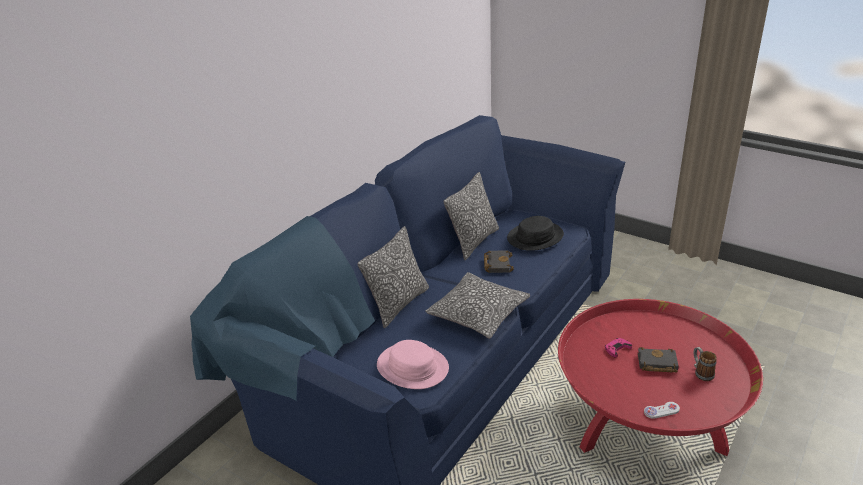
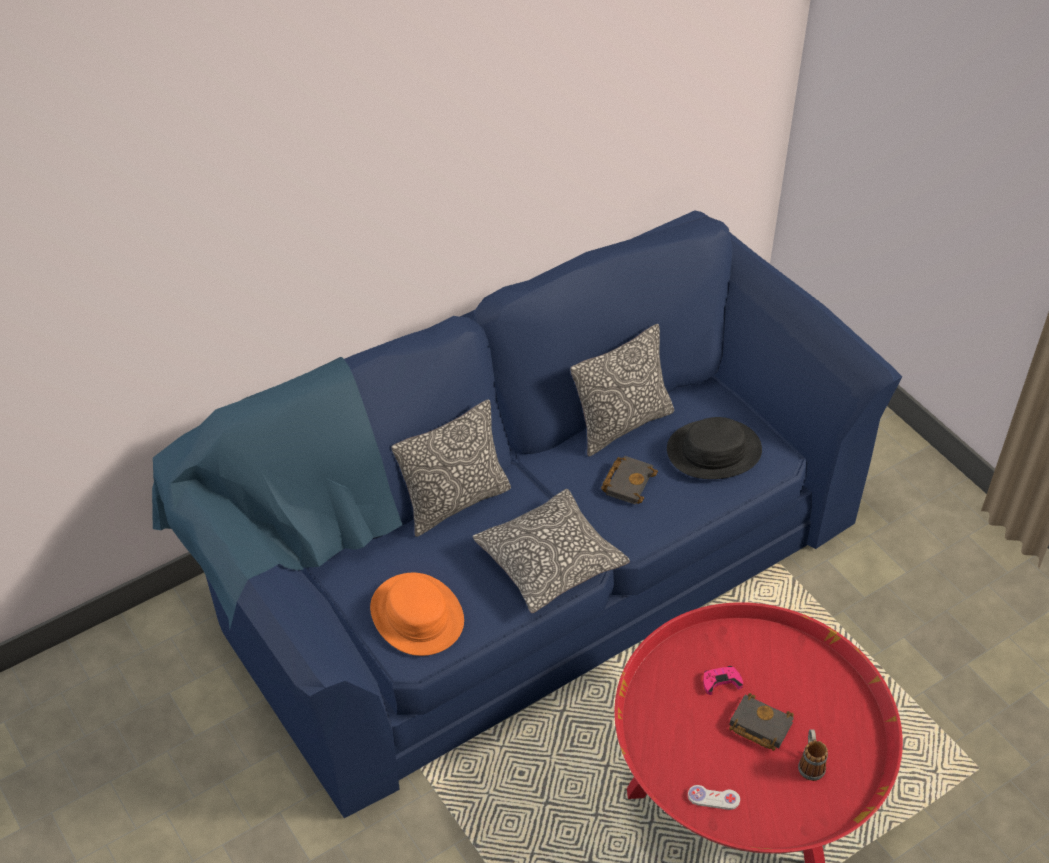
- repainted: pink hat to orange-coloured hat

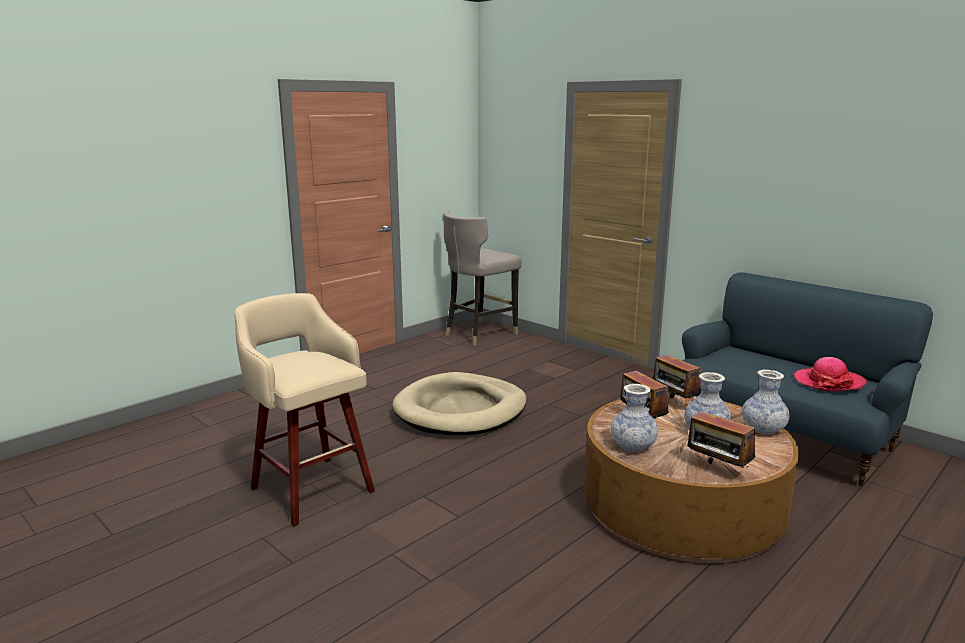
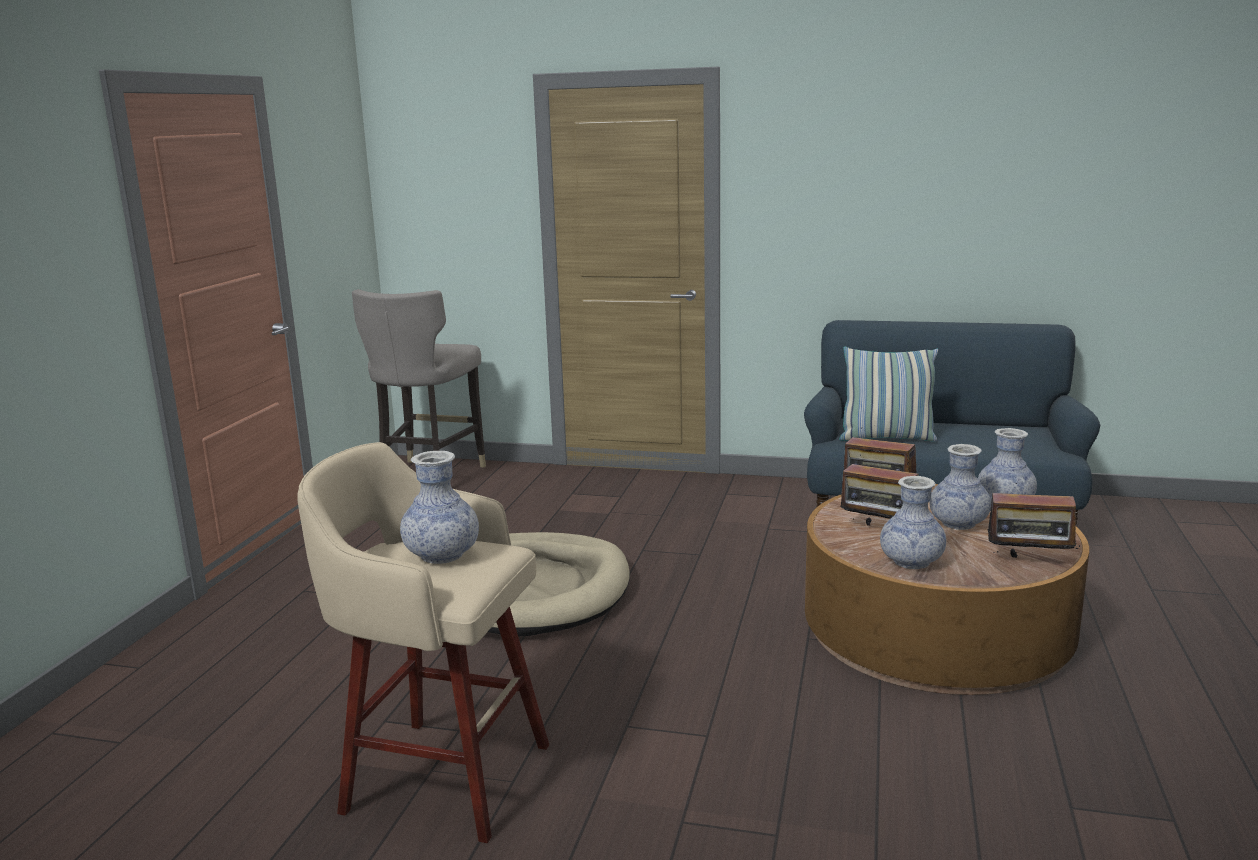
- gone: hat
- new: vase (no. 1 from left)
- new: throw pillow

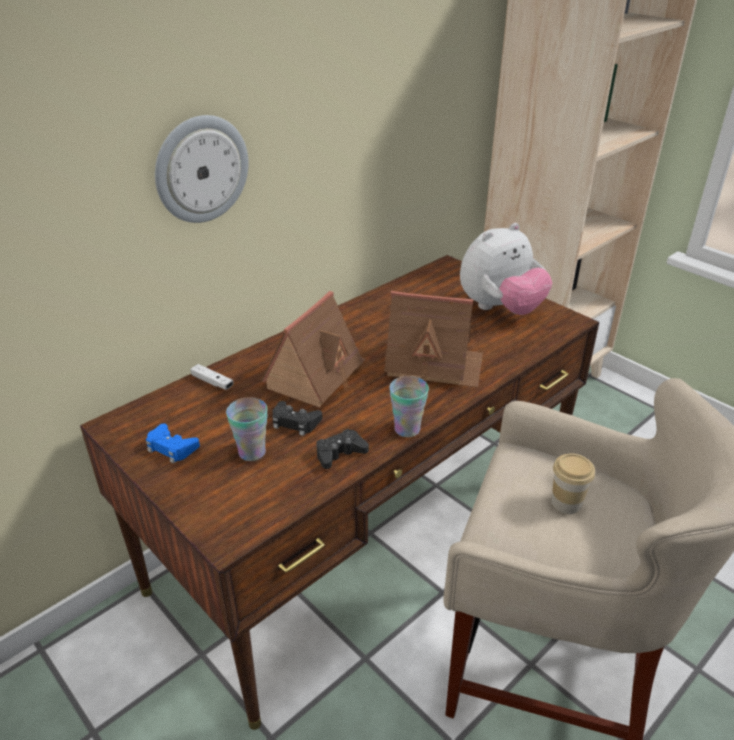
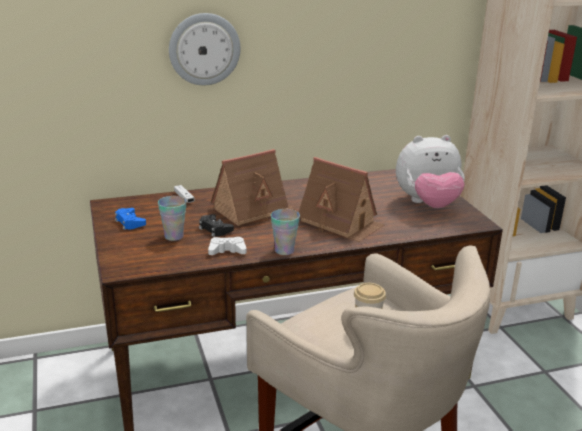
- repainted: black-coloured game controller (no. 2 from left) to white-coloured game controller (no. 2 from left)

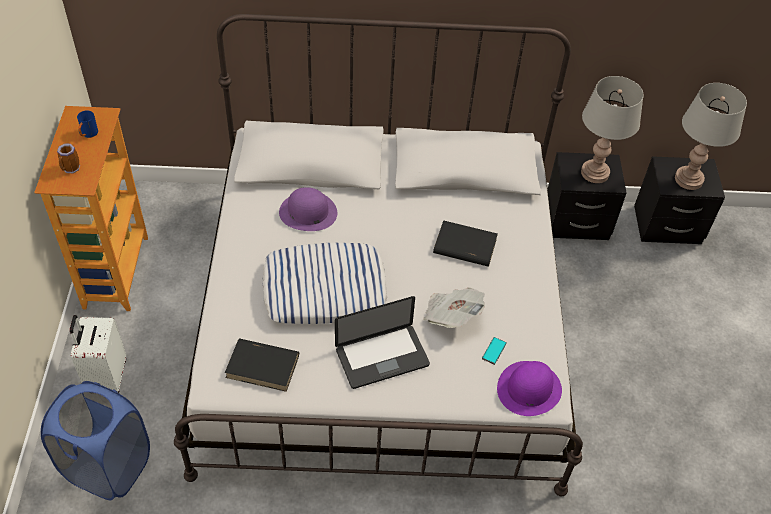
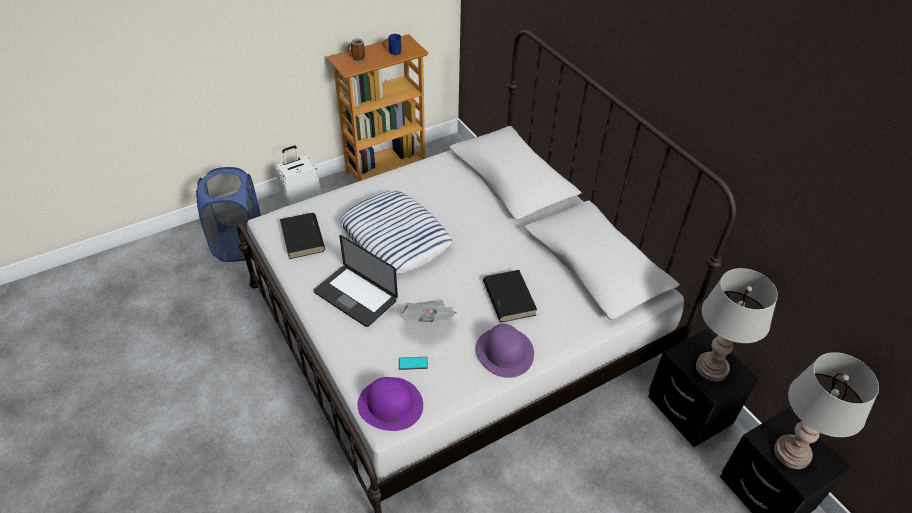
- shifted: purple-coloured hat (no. 1 from left in the first image) to purple-coloured hat (no. 2 from left)

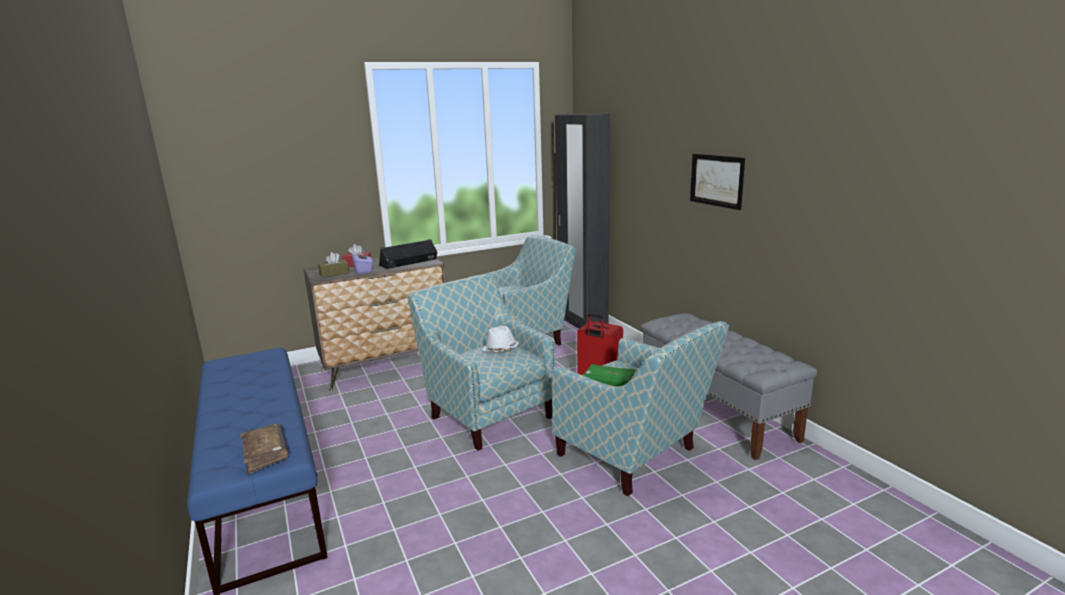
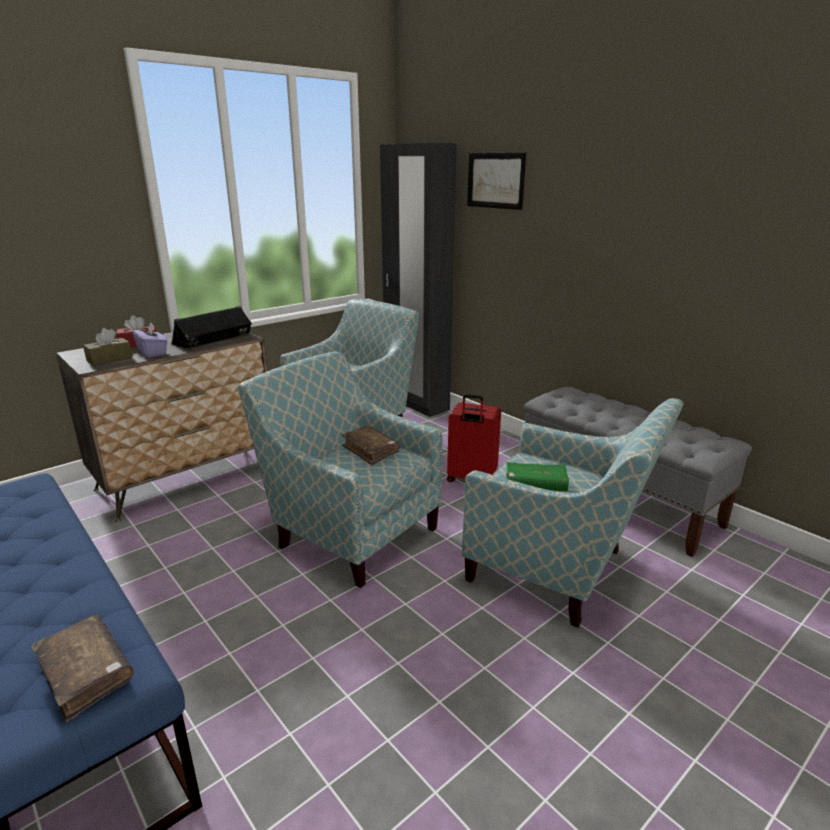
- swapped: white-coloured hat to brown bound book (no. 2 from left)
- shifted: wall art

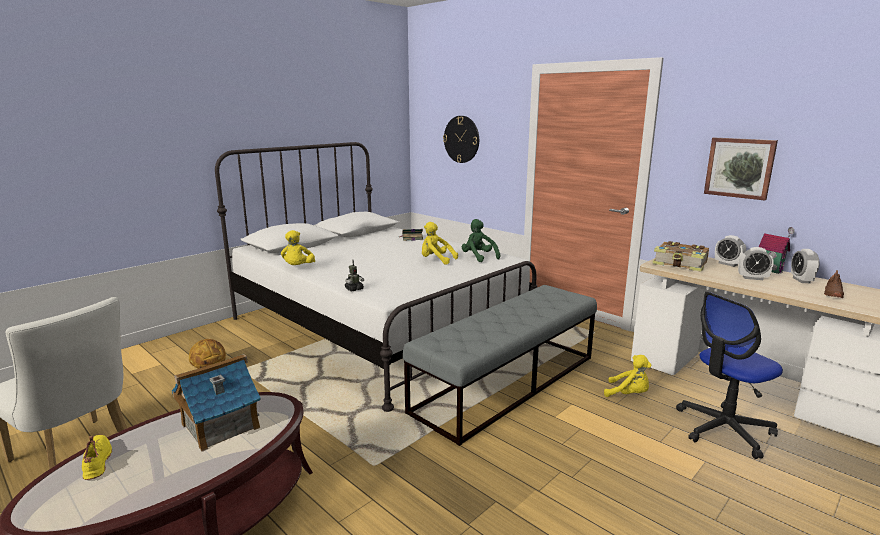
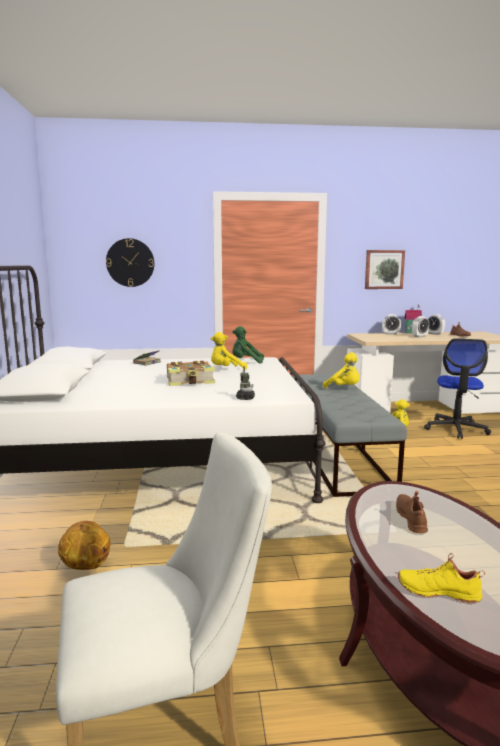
- swapped: toy house (no. 1 from left) to brown low shoe (no. 1 from left)
- shifted: yellow-coloured plush toy (no. 1 from left in the first image) to yellow-coloured plush toy (no. 2 from left)
- shifted: bound book (no. 2 from left)

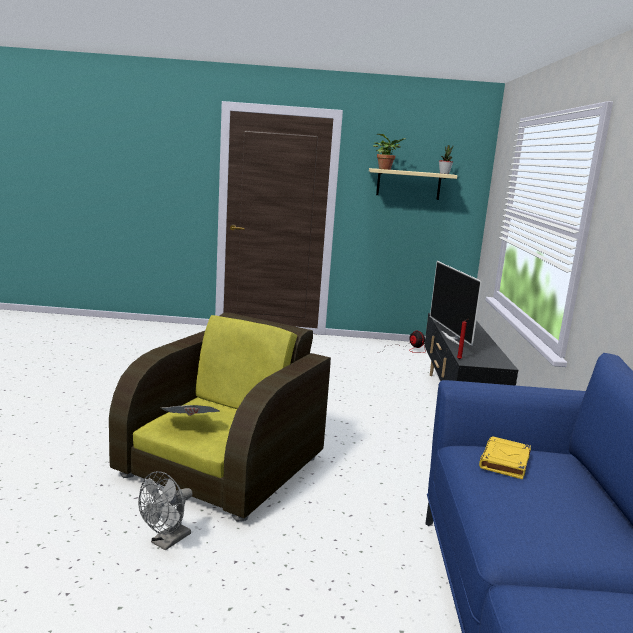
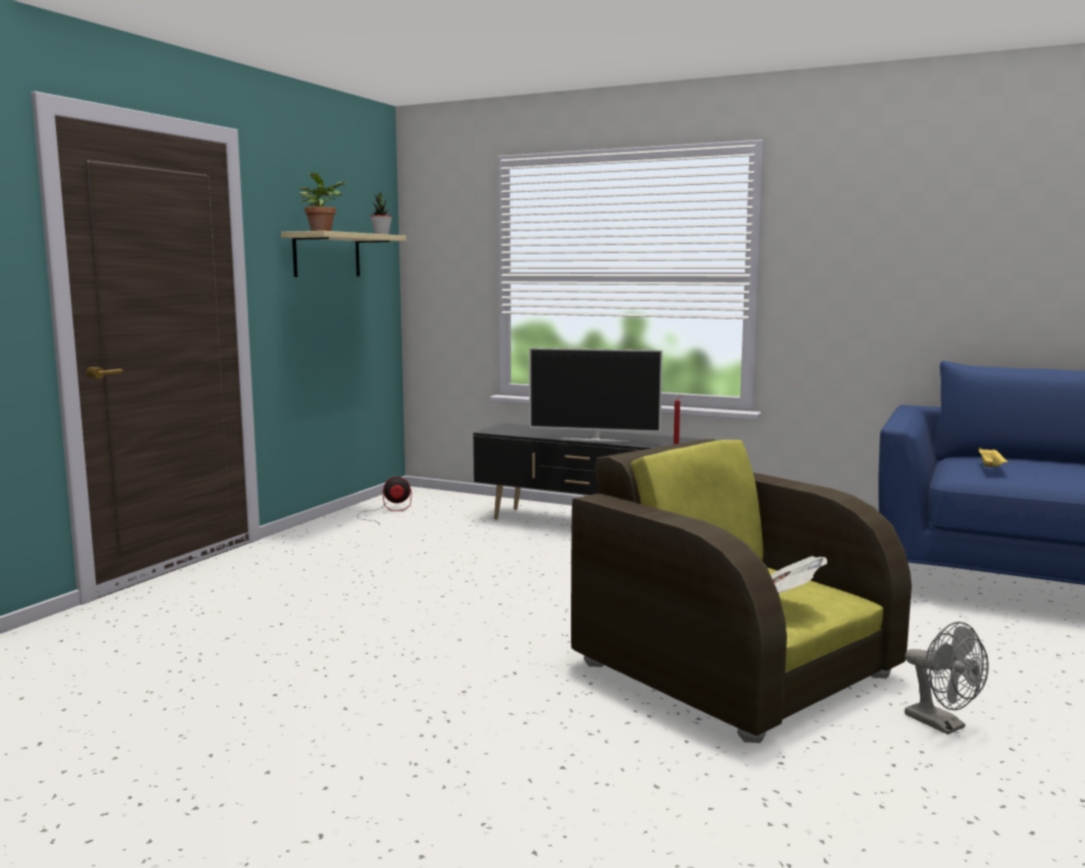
- swapped: yellow-coloured bound book to yellow-coloured carrying tray

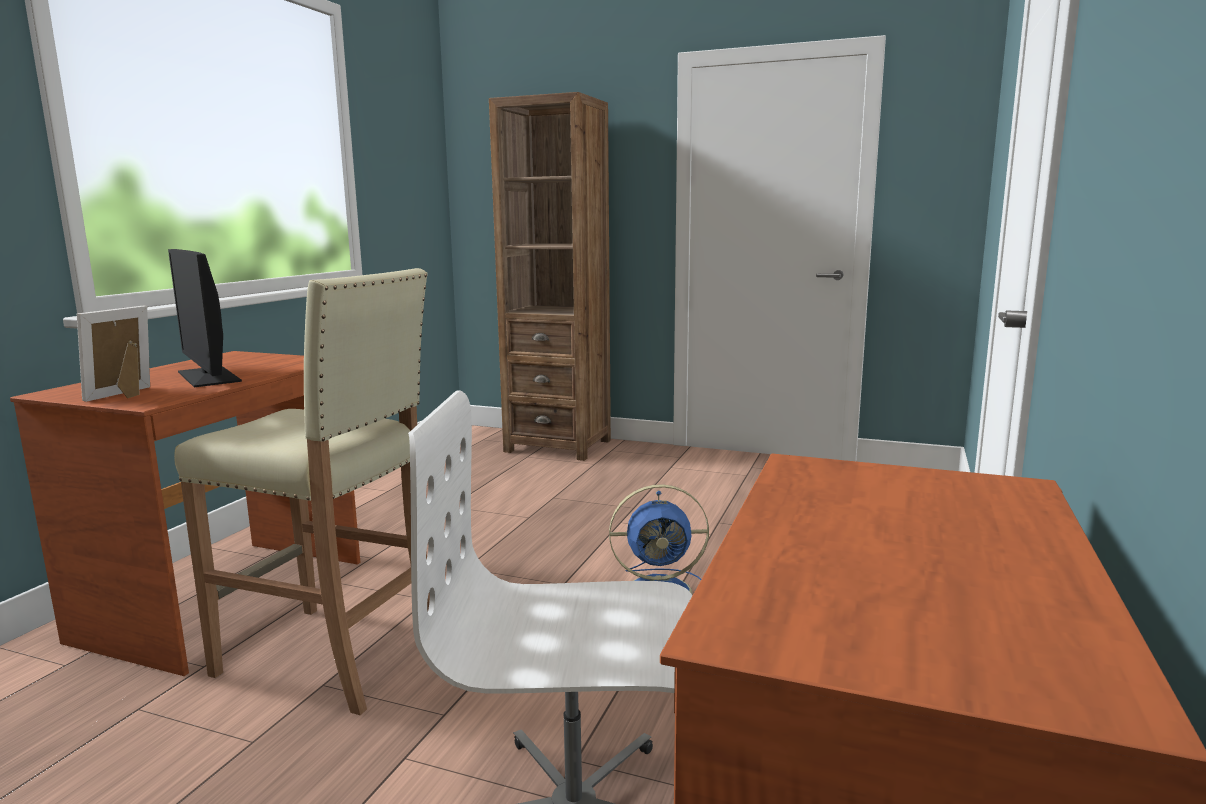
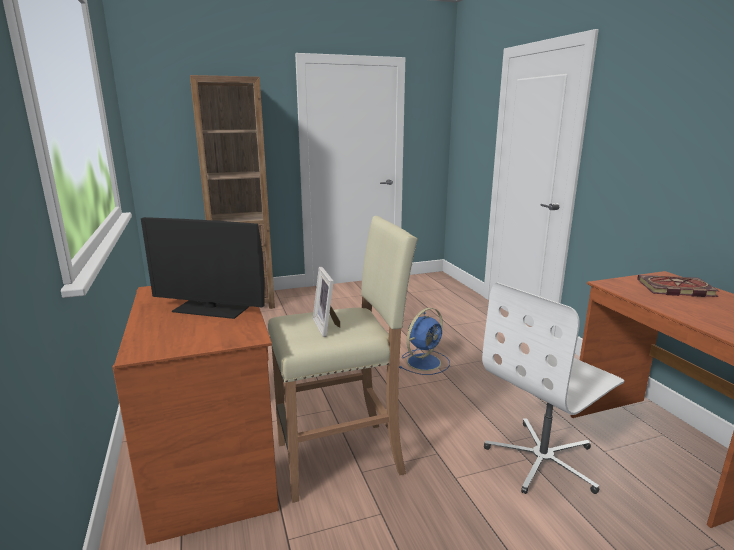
- shifted: standing frame
- new: bound book

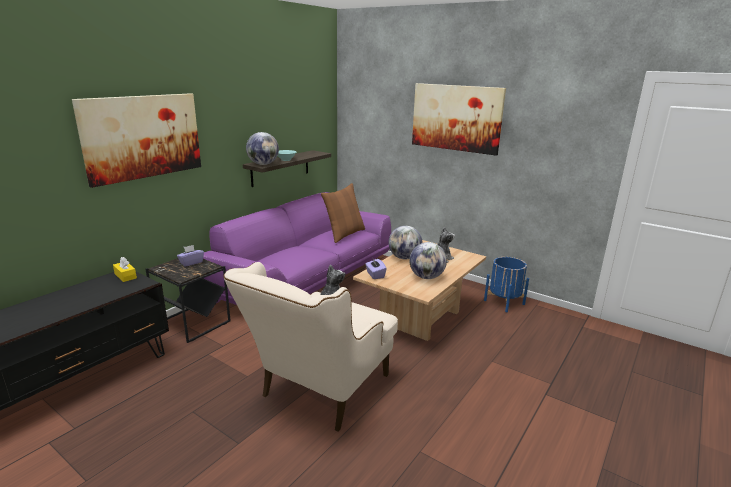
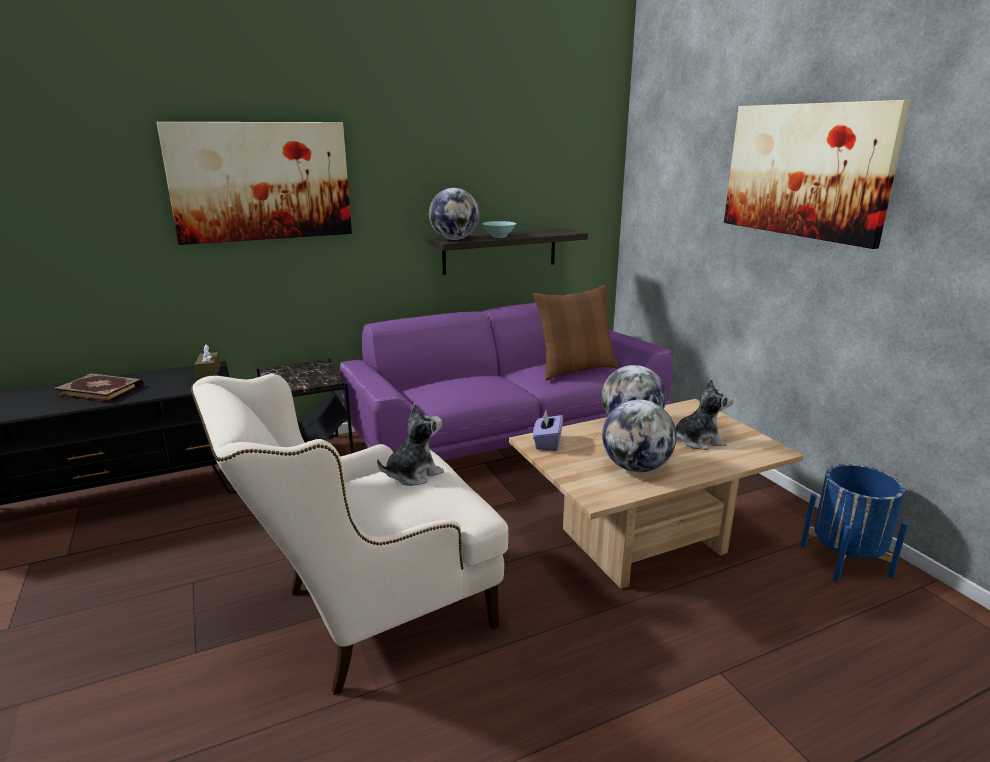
- repainted: yellow-coloured box of tissues to brown box of tissues
- gone: purple-coloured box of tissues (no. 1 from left)
- new: bound book

